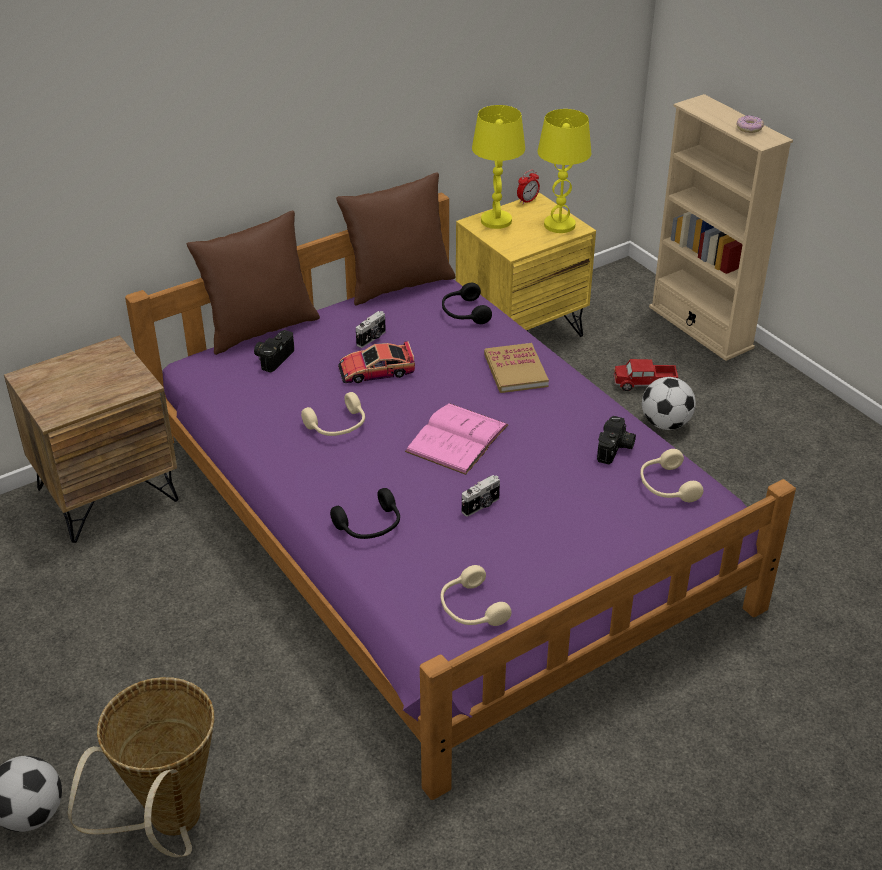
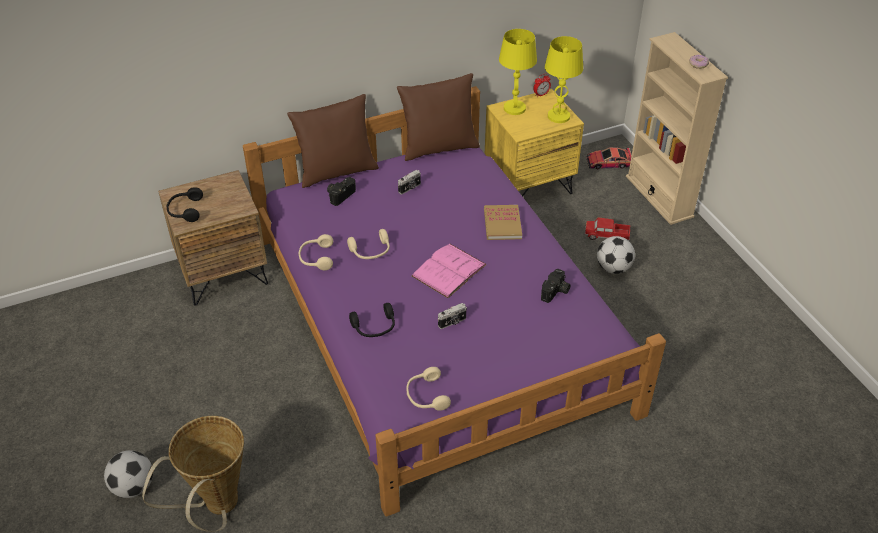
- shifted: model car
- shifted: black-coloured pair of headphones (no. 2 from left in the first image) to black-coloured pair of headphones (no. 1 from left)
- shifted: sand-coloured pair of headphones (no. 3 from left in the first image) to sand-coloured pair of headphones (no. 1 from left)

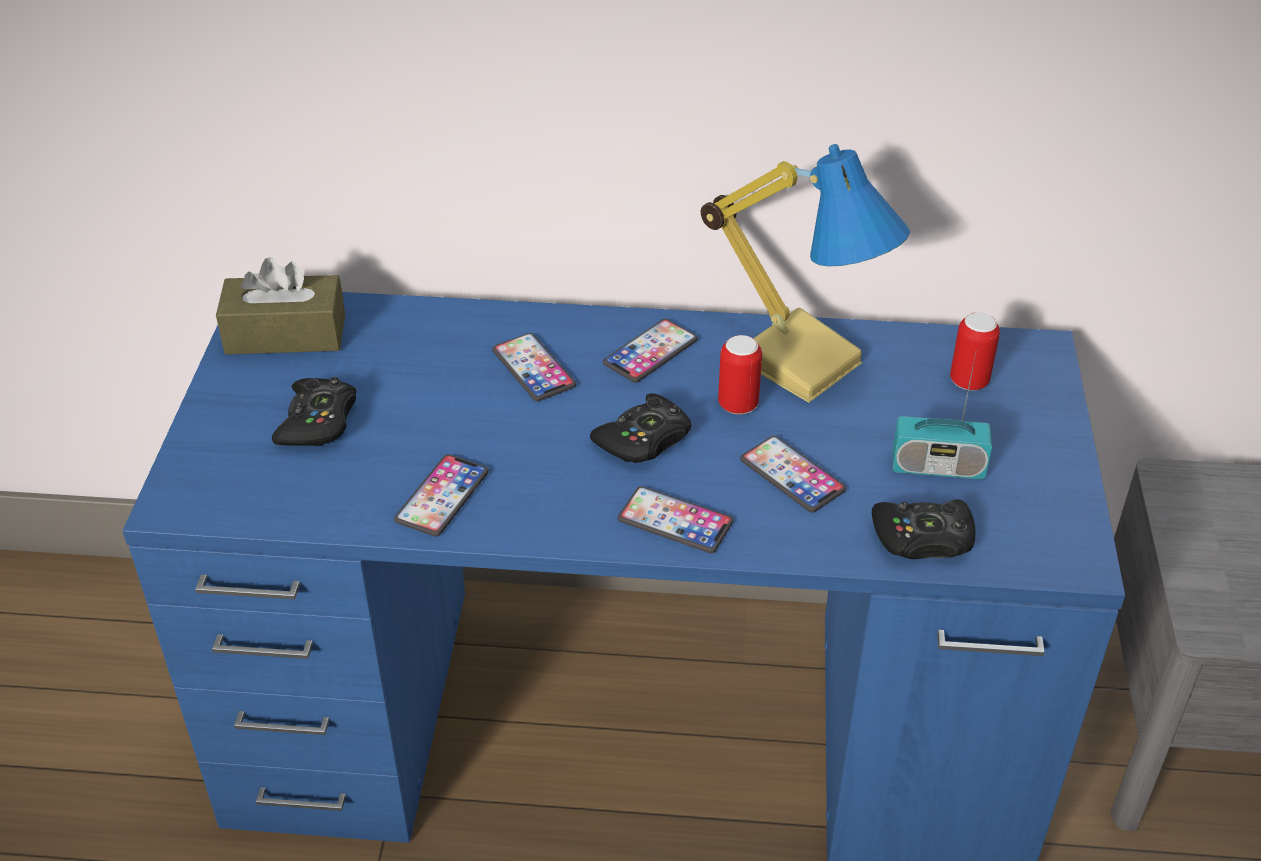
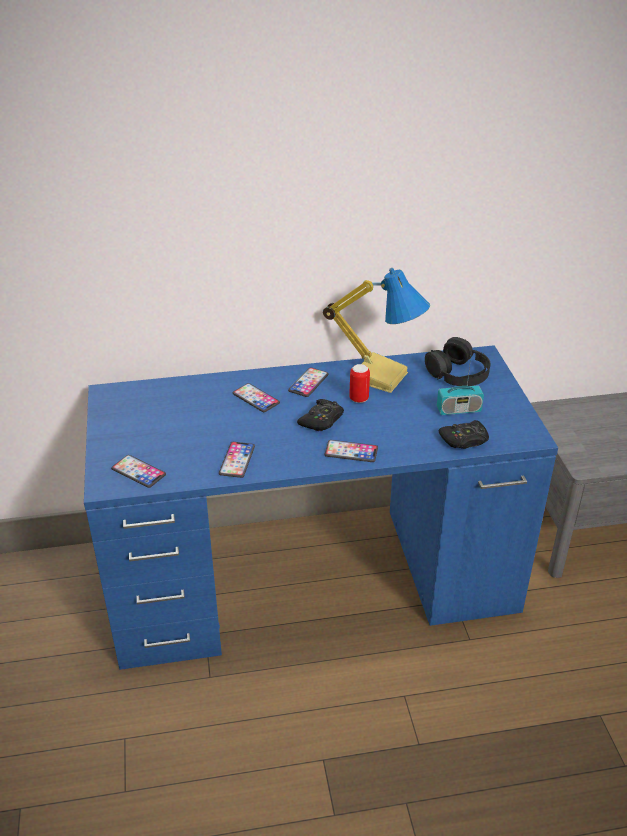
- gone: brown box of tissues
- gone: black-coloured game controller (no. 1 from left)
- shifted: phone (no. 5 from left in the first image) to phone (no. 1 from left)
- swapped: metal can (no. 2 from left) to black-coloured pair of headphones

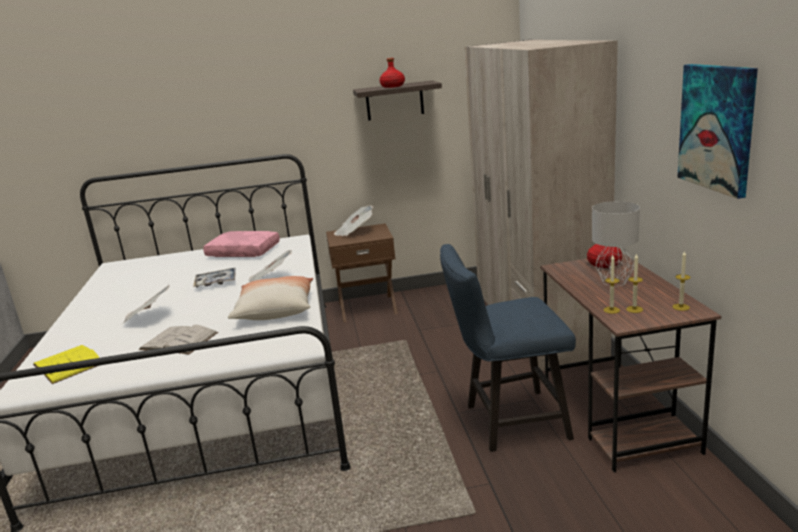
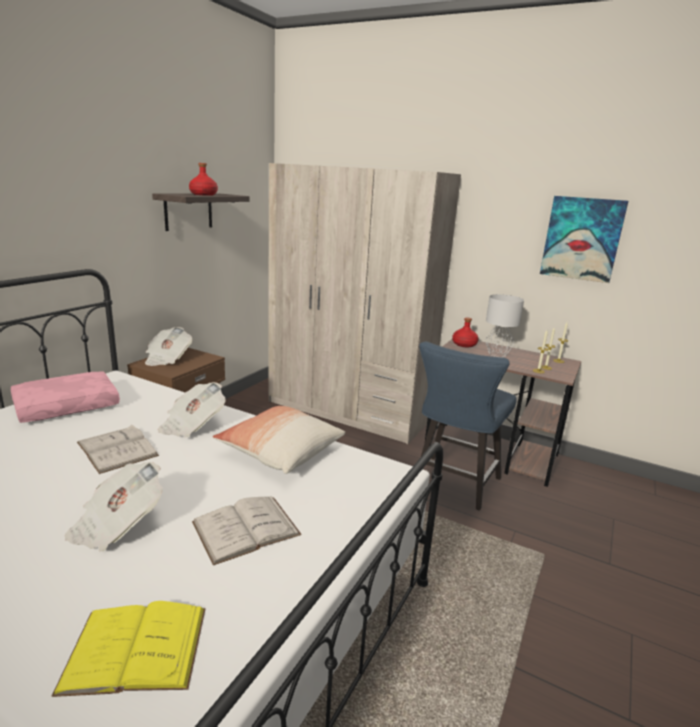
- swapped: carrying tray to white-coloured bound book (no. 1 from left)

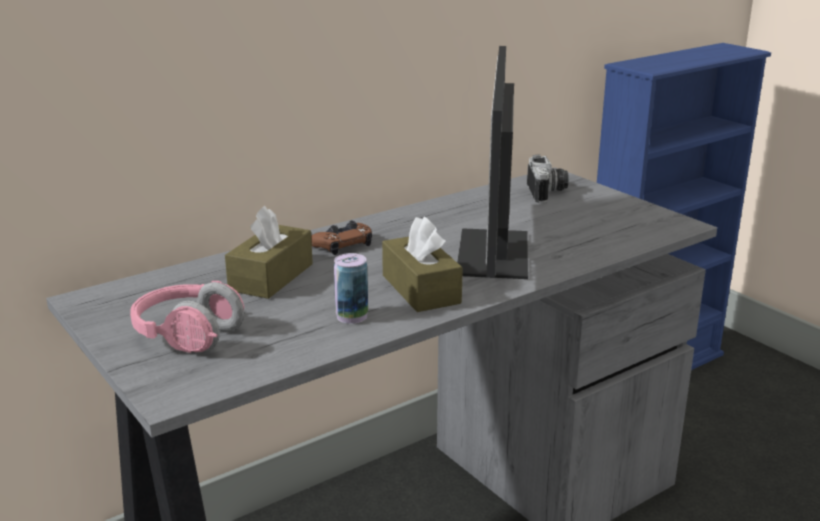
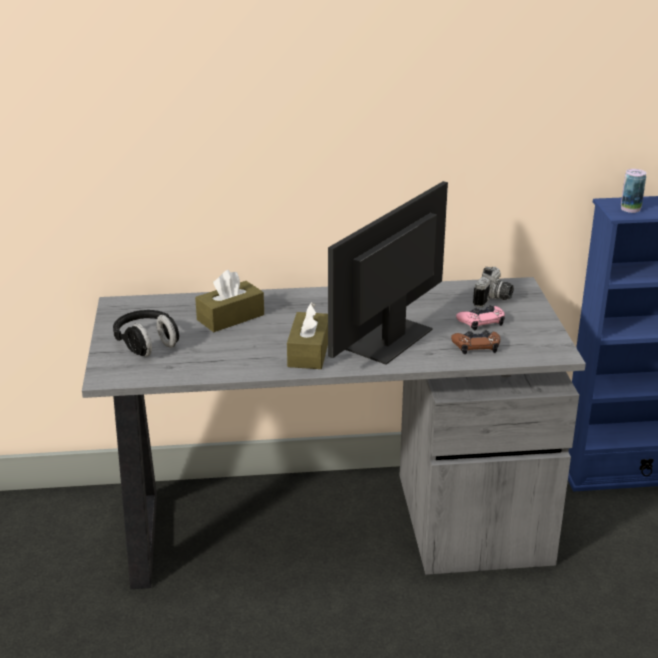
- repainted: pink pair of headphones to black-coloured pair of headphones
- shifted: brown game controller
- shifted: metal can
- new: pink game controller

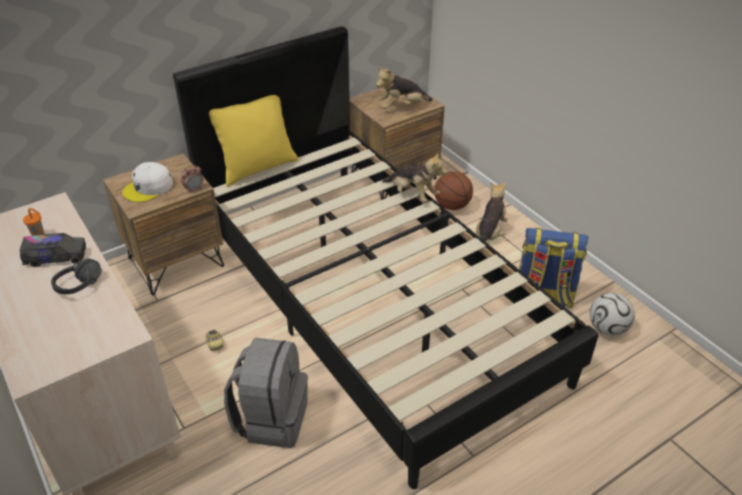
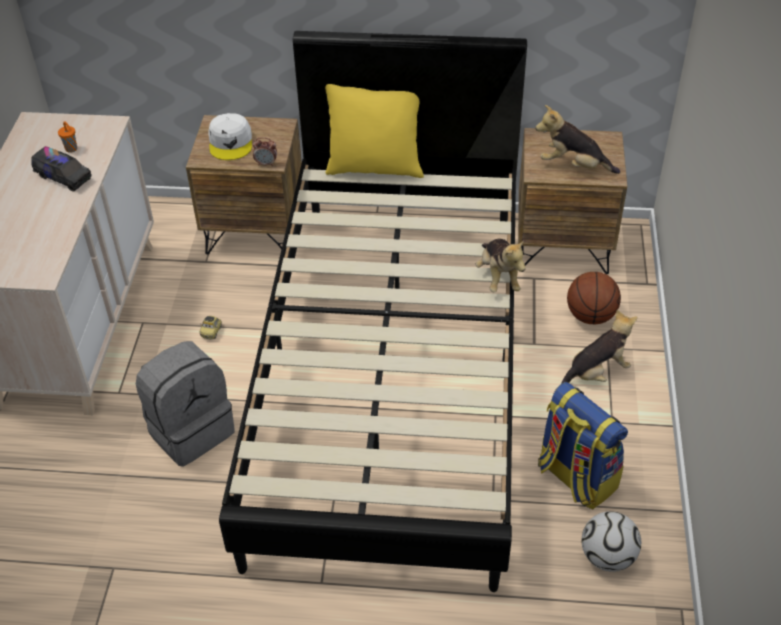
- gone: black-coloured pair of headphones
- rotated: white-coloured cap 90 degrees counterclockwise

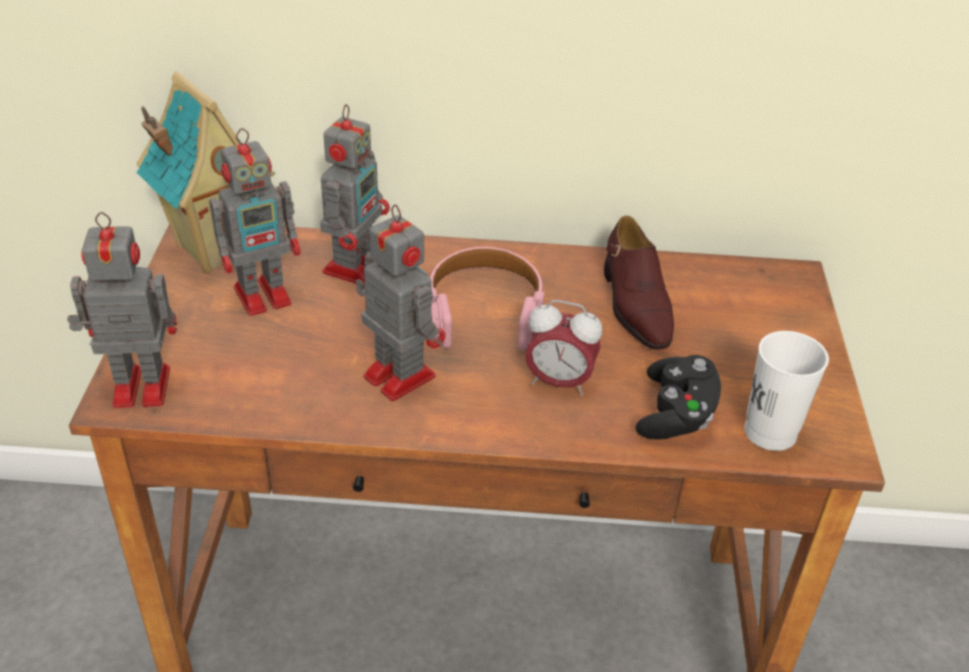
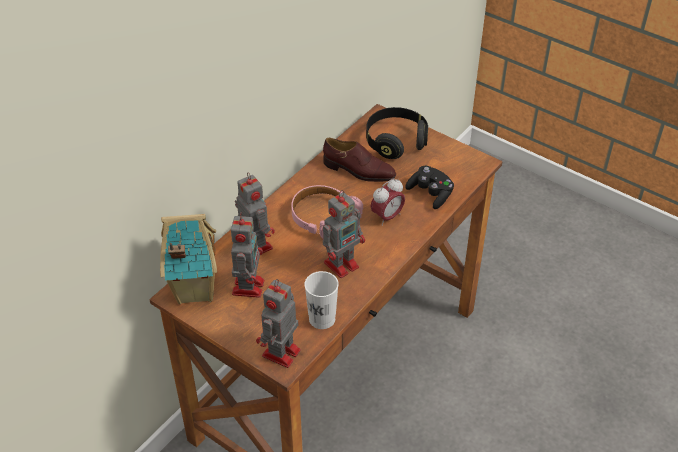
- rotated: toy robot (no. 4 from left) 150 degrees clockwise
- shifted: white-coloured drinking cup
- new: black-coloured pair of headphones

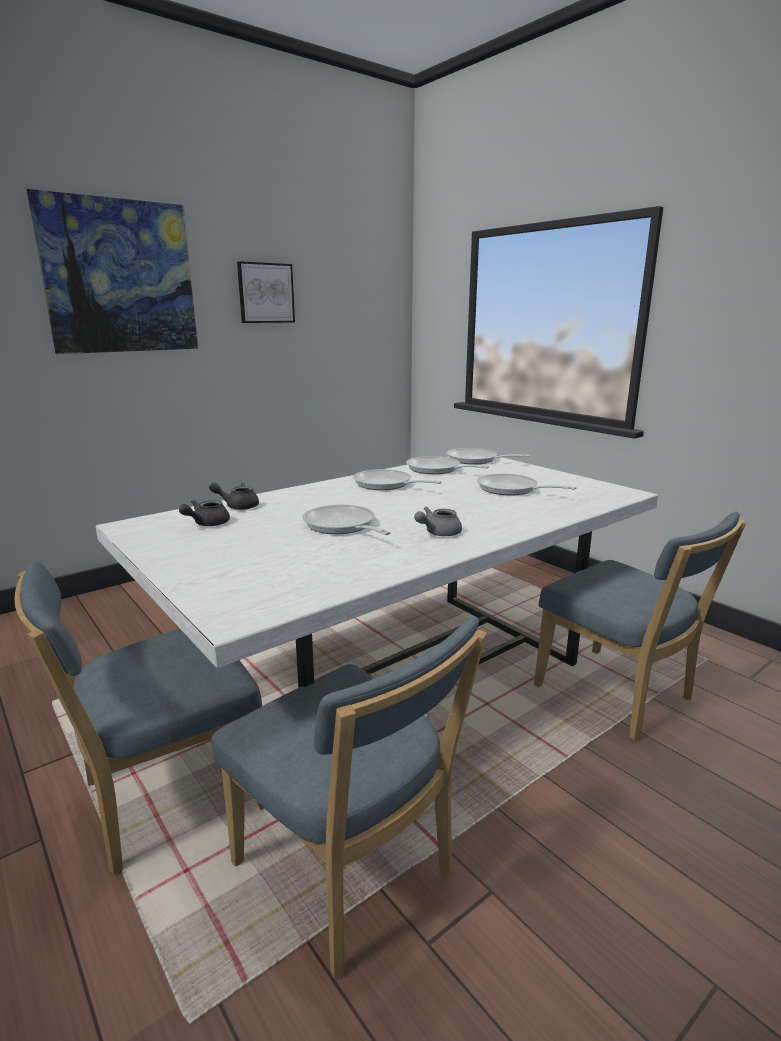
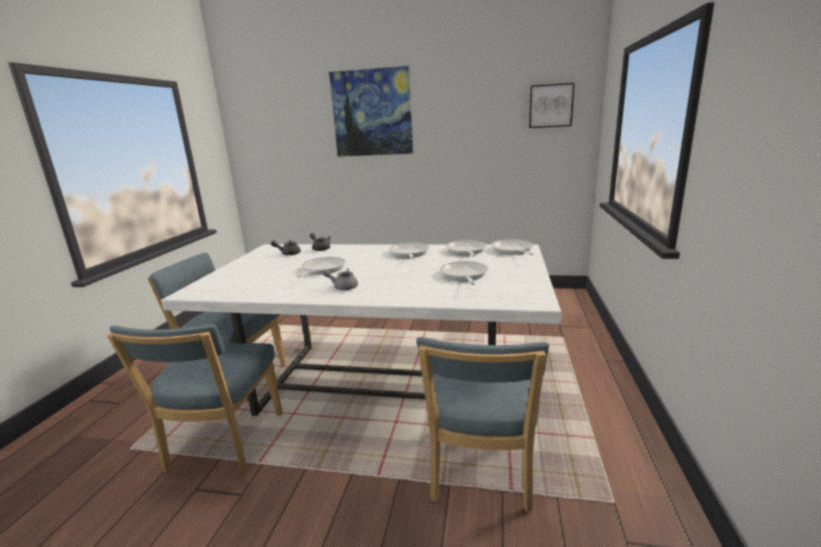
- shifted: wall art (no. 2 from left)

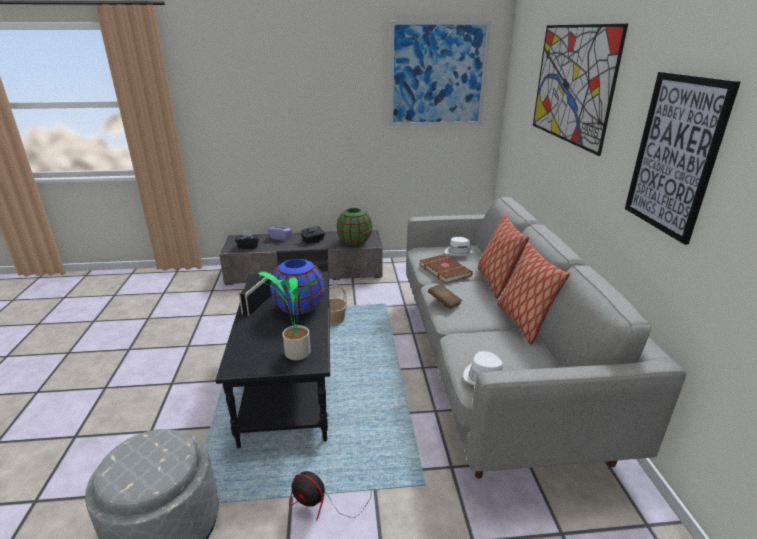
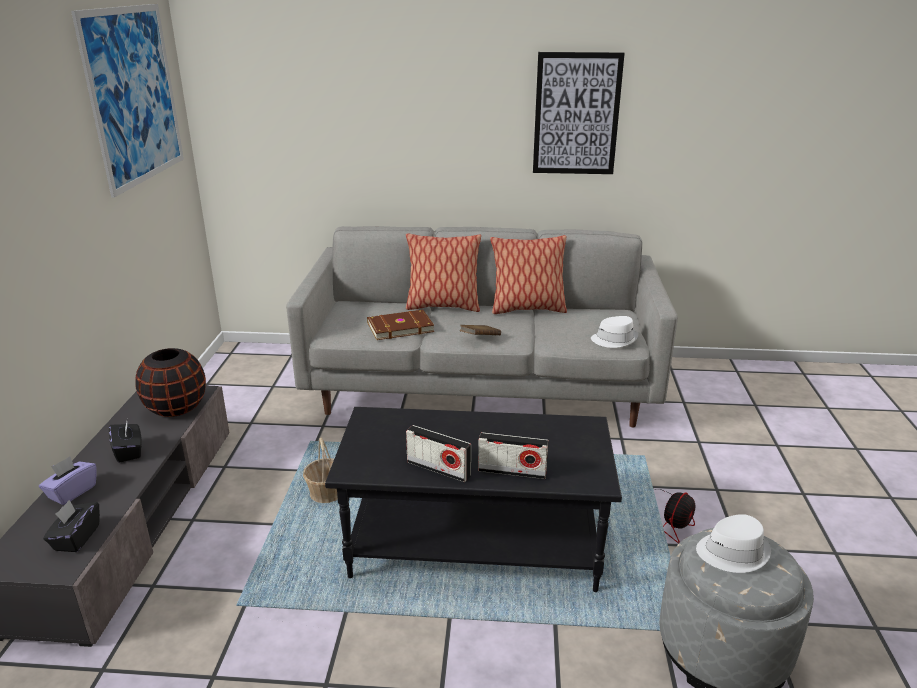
- gone: potted plant
- gone: blue-coloured vase
- repainted: greenish vase to black-coloured vase
- shifted: white-coloured hat (no. 1 from left in the first image) to white-coloured hat (no. 2 from left)
- gone: wall art (no. 2 from left)
- new: radio (no. 2 from left)

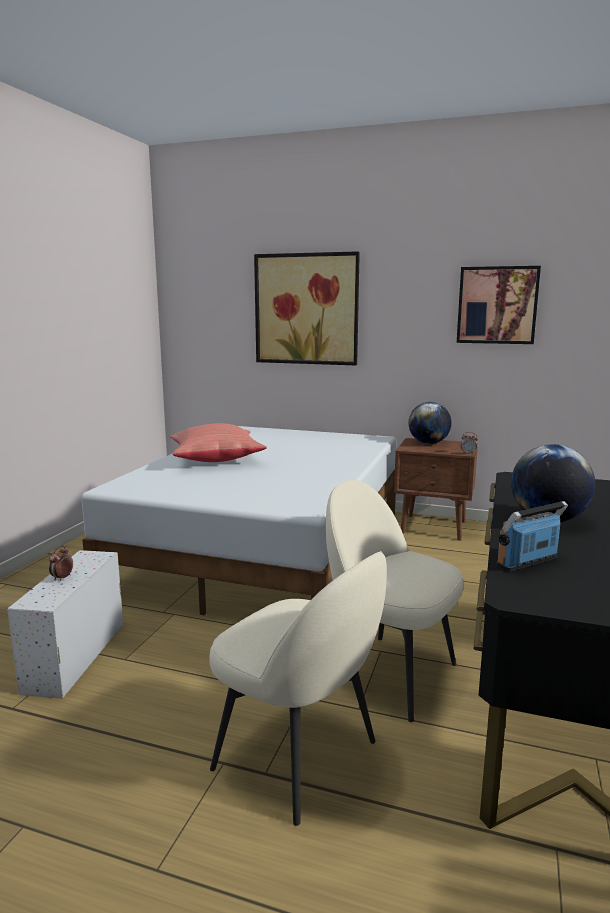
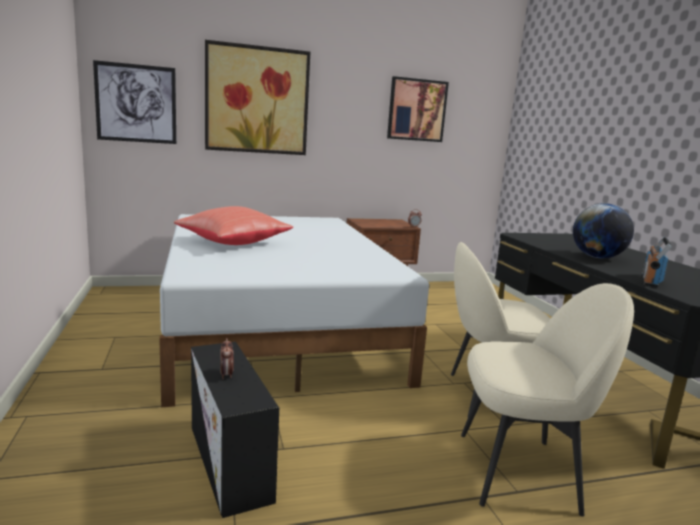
- repainted: white-coloured storage box to black-coloured storage box
- gone: desk globe (no. 1 from left)
- new: wall art (no. 1 from left)

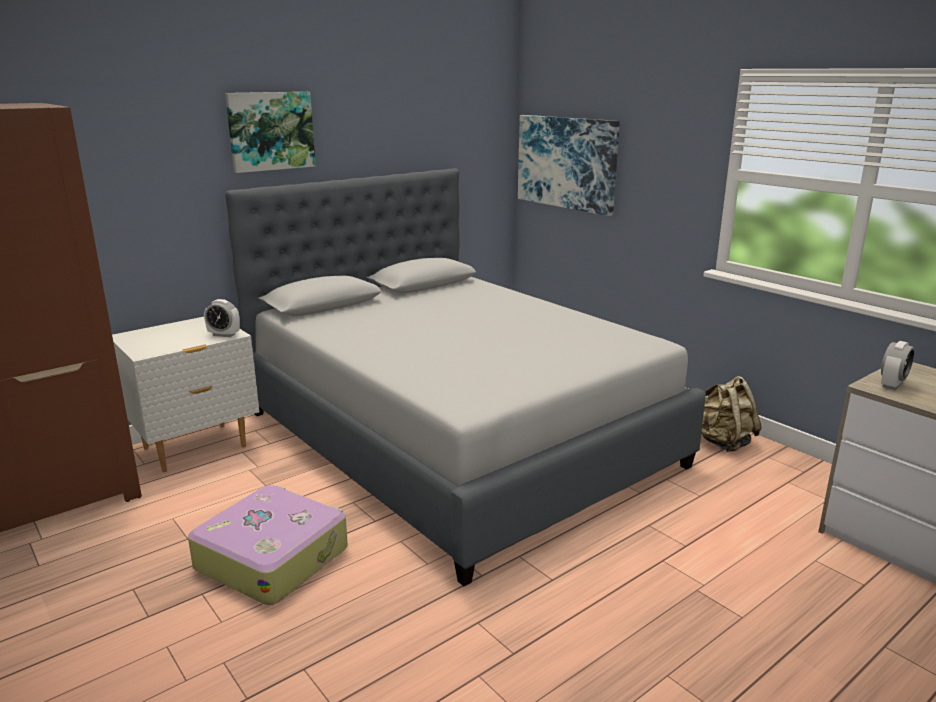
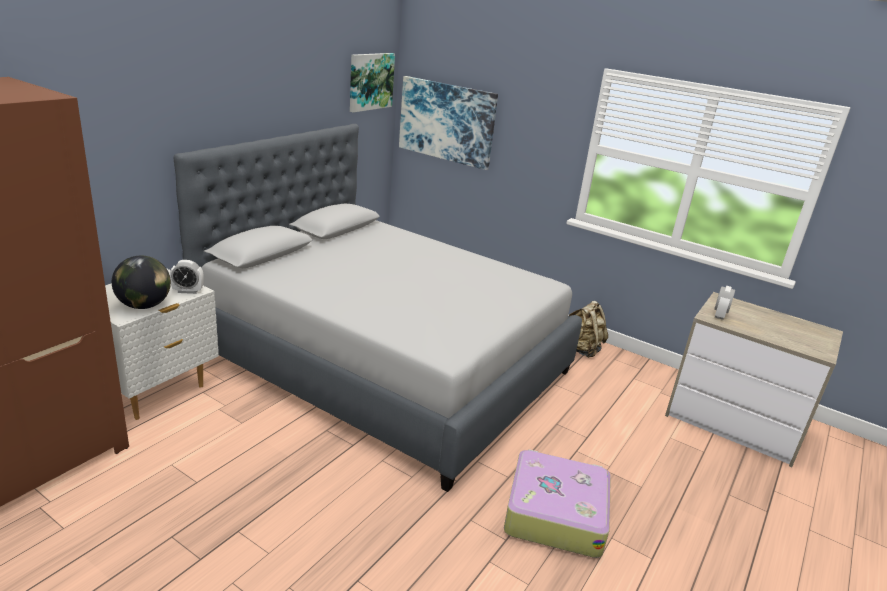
- shifted: travel case
- shifted: wall art (no. 1 from left)
- new: desk globe

